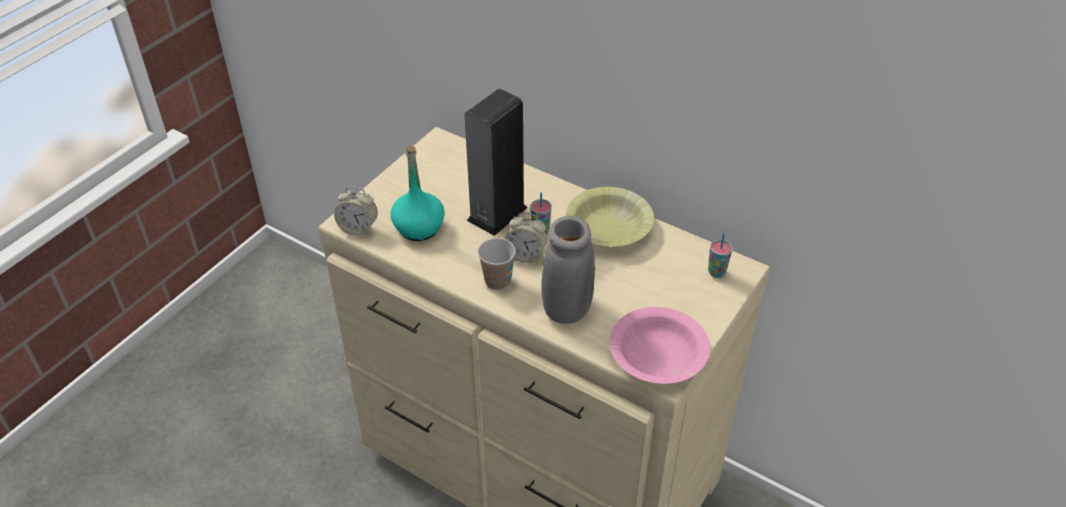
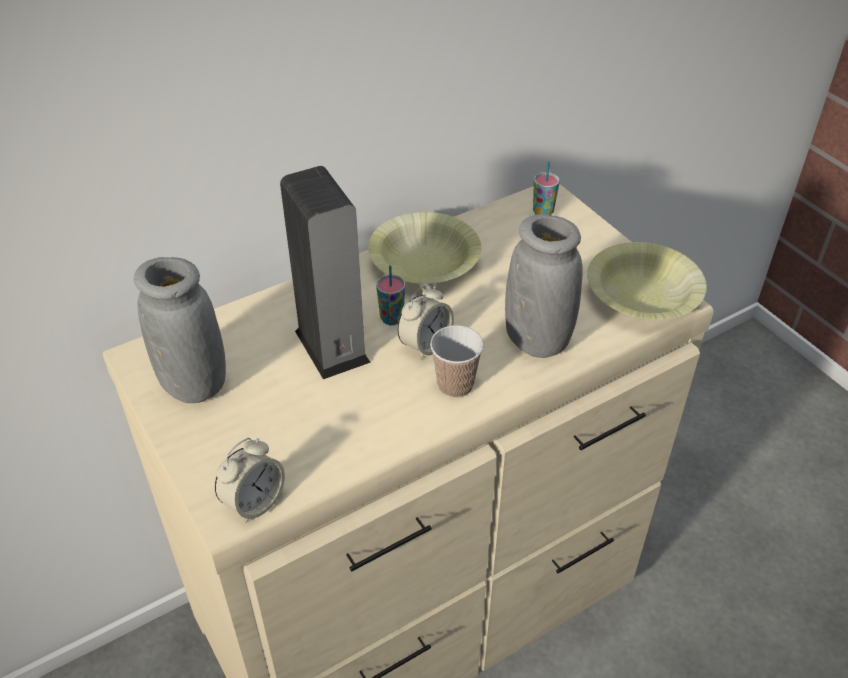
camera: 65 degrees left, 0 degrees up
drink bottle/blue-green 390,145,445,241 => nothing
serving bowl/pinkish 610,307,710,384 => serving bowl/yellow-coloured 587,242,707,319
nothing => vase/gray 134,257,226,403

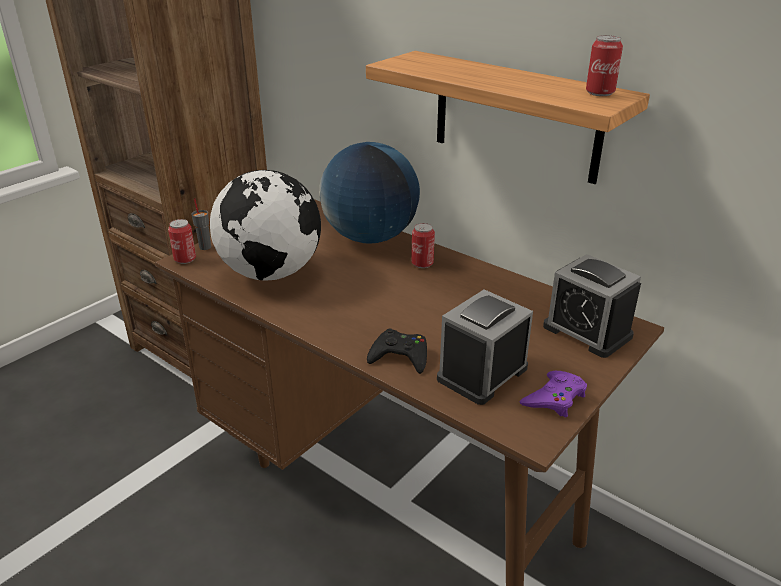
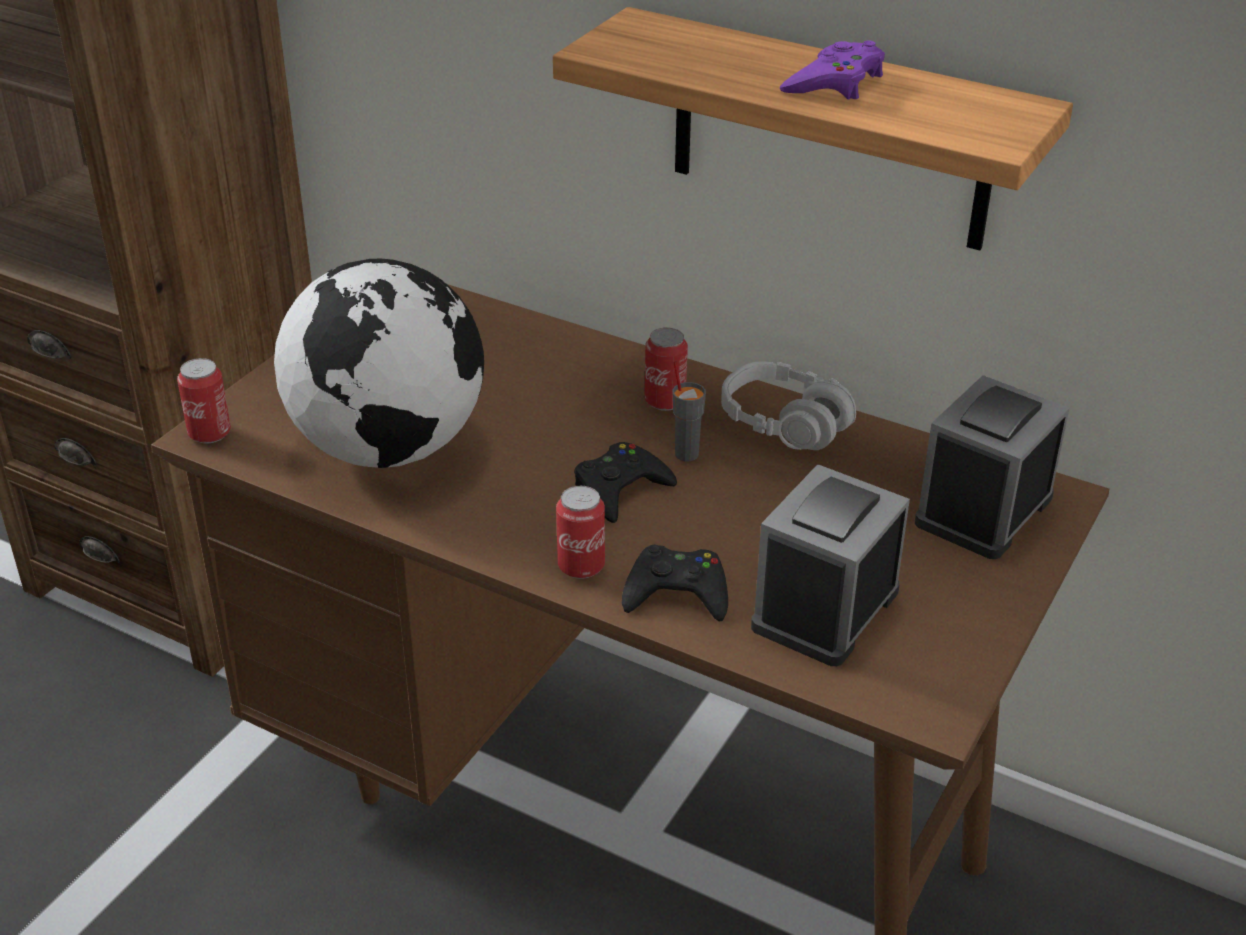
camera: 10 degrees left, 5 degrees up
cup/gray 192,198,211,250 => cup/gray 672,361,706,461, relocated
globe 319,142,420,244 => nothing
gamepad/purple 520,371,587,417 => gamepad/purple 780,41,885,100, relocated
table clock 543,254,641,358 => table clock 915,375,1070,559, 90 degrees clockwise
sealed can 586,35,623,96 => sealed can 556,486,605,579, relocated
nothing => gamepad/blackish 574,442,677,523
nothing => headphones/gray 721,361,856,450

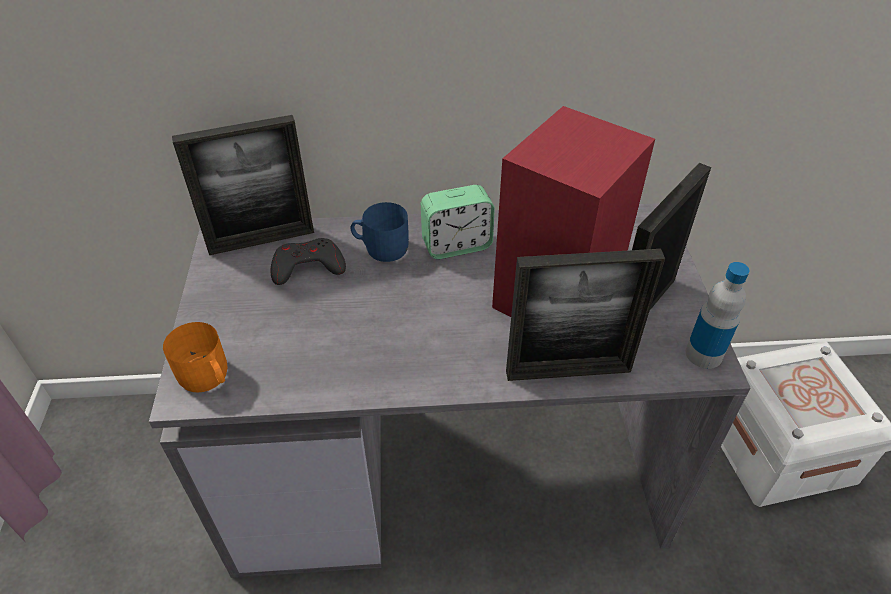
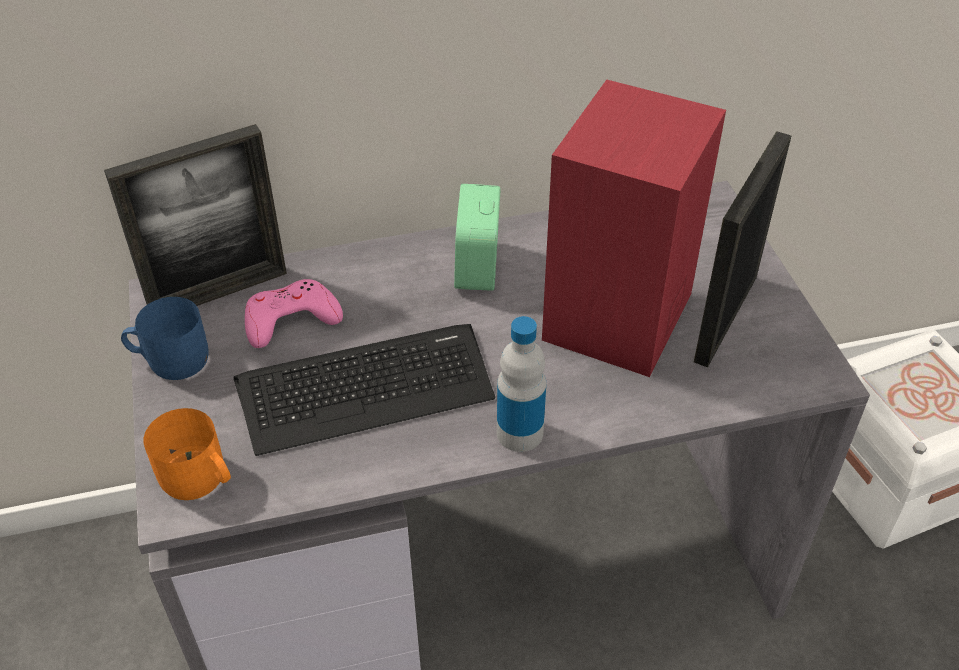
camera: 10 degrees left, 0 degrees up
gamepad/gray 270,238,346,285 => gamepad/pinkish 245,279,343,348
tea mug/blue 351,202,409,262 => tea mug/blue 121,297,208,380, relocated
table clock 421,185,495,259 => table clock 454,184,501,291, 120 degrees clockwise
standing frame 506,249,665,381 => nothing
drink bottle 686,262,750,369 => drink bottle 497,316,546,452, relocated
nothing => PC keyboard 234,324,495,456

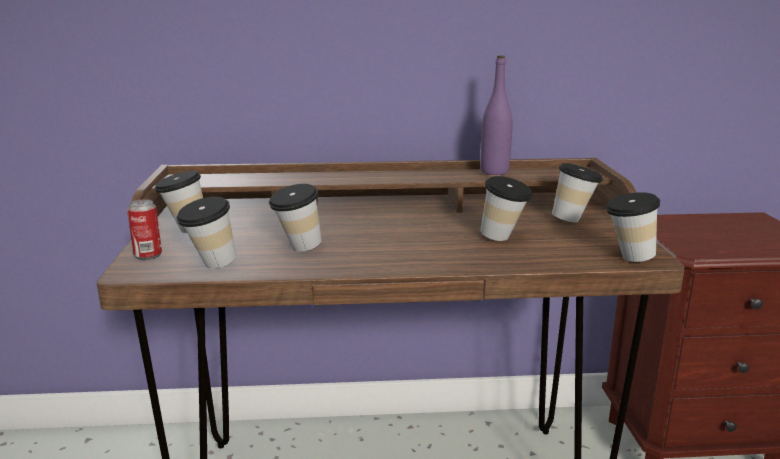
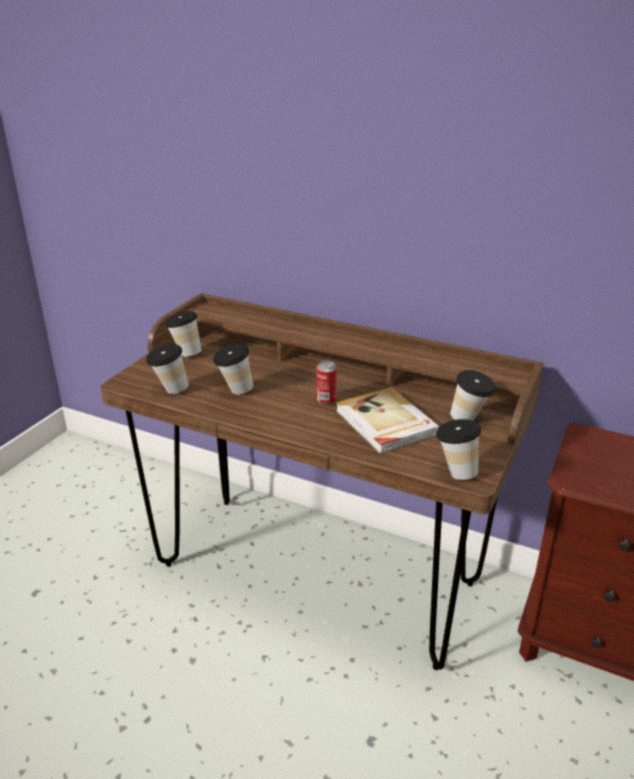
camera: 30 degrees right, 10 degrees up
sealed can 127,199,162,260 => sealed can 316,360,337,405, relocated
drink bottle/purple 480,56,513,175 => nothing
cup 481,176,533,241 => volume 336,387,440,454

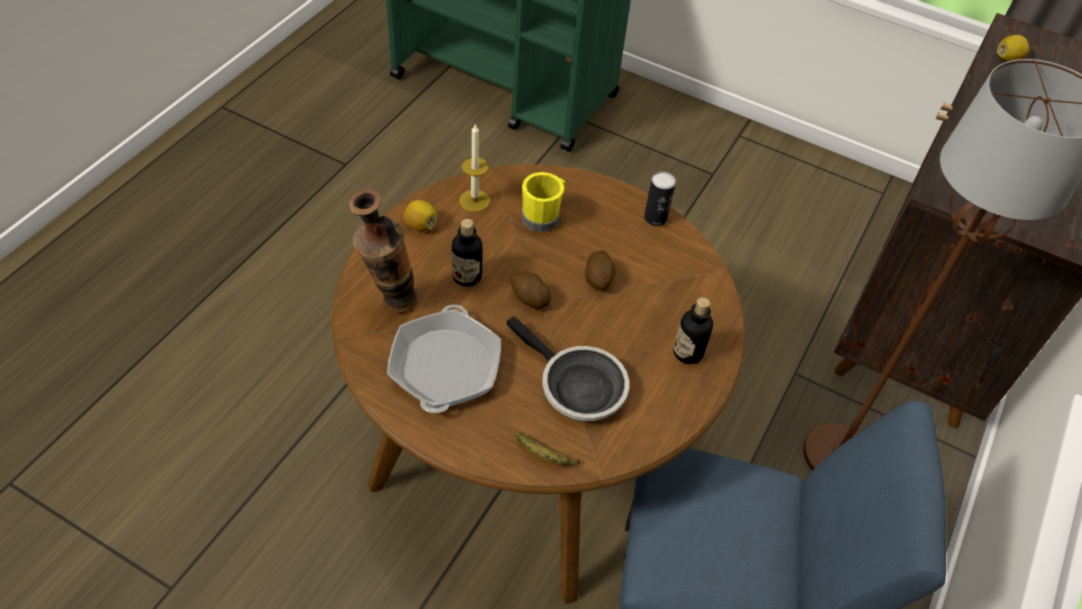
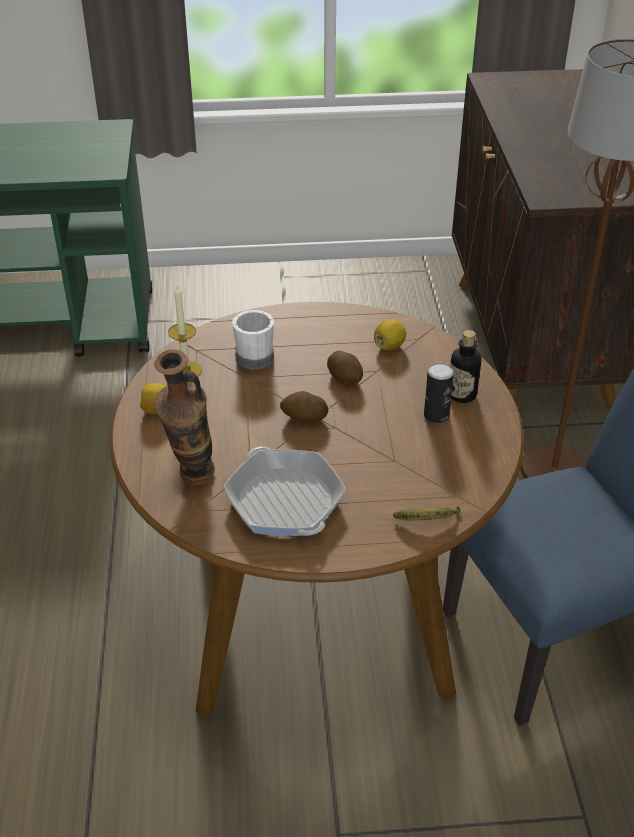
camera: 30 degrees left, 10 degrees down
drink bottle 452,219,483,286 => nothing
skillet 507,316,629,421 => nothing
tea mug/yellow-coloured 521,172,566,232 => tea mug/whitish 232,310,274,369
sealed can 644,171,676,226 => sealed can 424,363,454,423, relocated
lemon 997,35,1029,62 => lemon 374,319,406,350, relocated

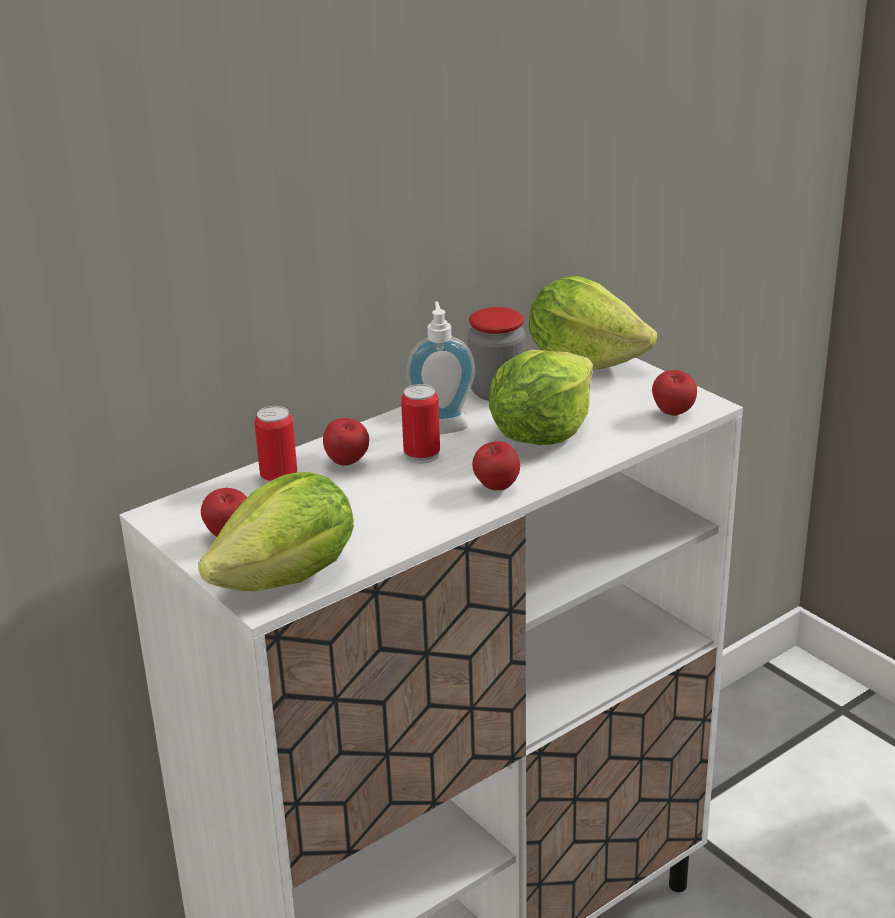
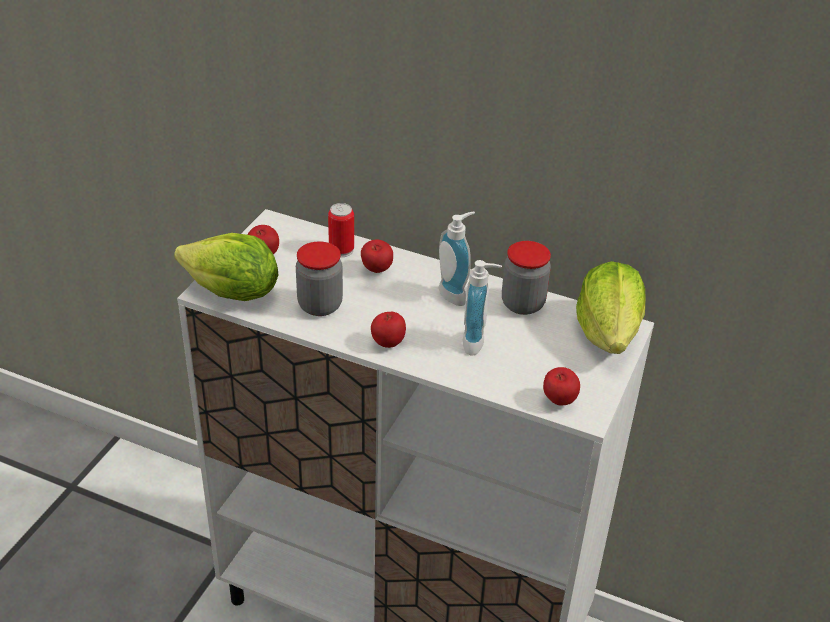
camera: 60 degrees right, 10 degrees up
sealed can 401,384,440,463 => nothing
lettuce 489,350,593,445 => soap dispenser 463,260,502,356
nothing => storage jar 296,241,343,316

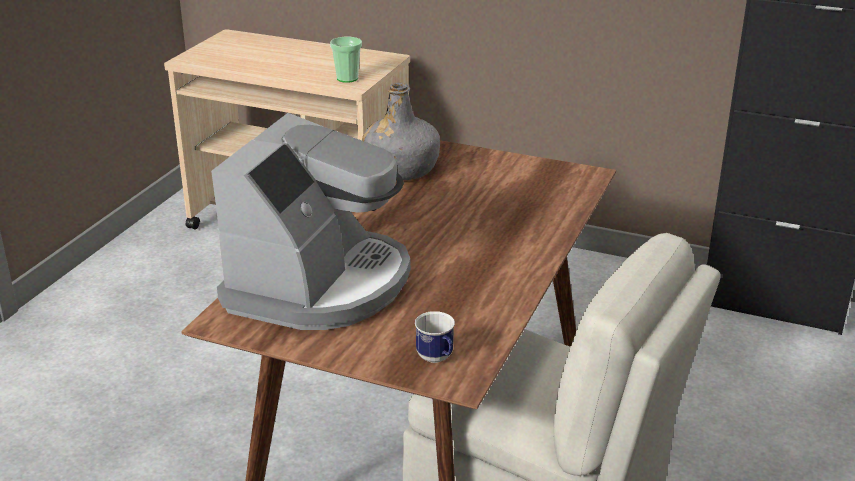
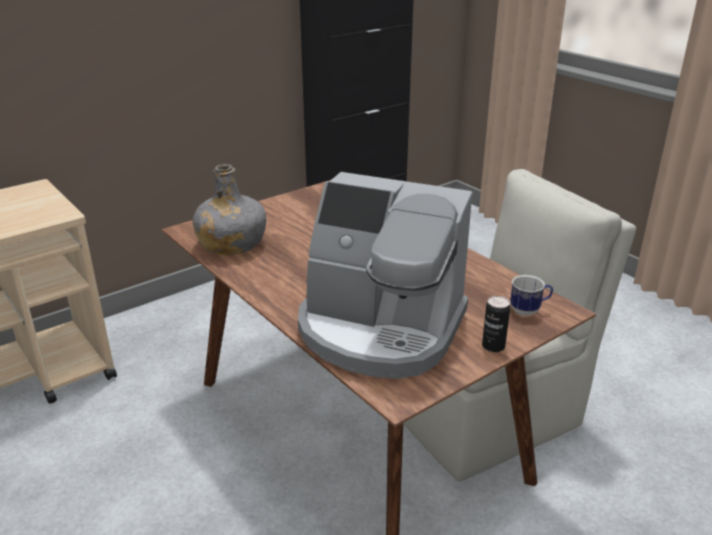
camera: 60 degrees left, 0 degrees up
coffee maker 211,113,410,330 => coffee maker 298,172,472,379, 150 degrees clockwise
cup 330,37,362,83 => nothing
nothing => sealed can 482,296,510,352

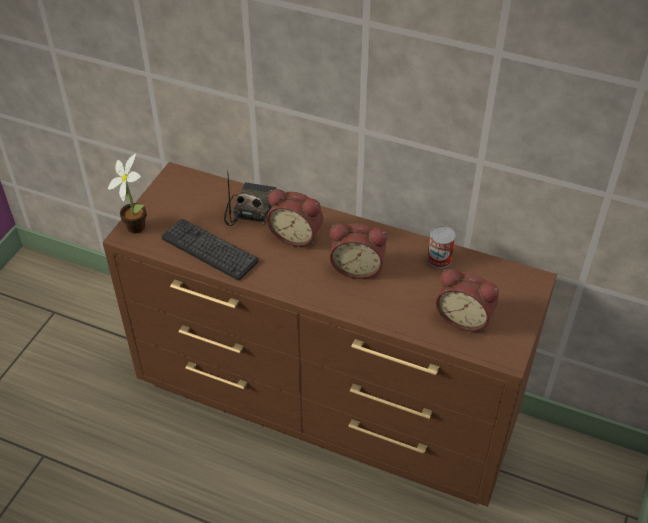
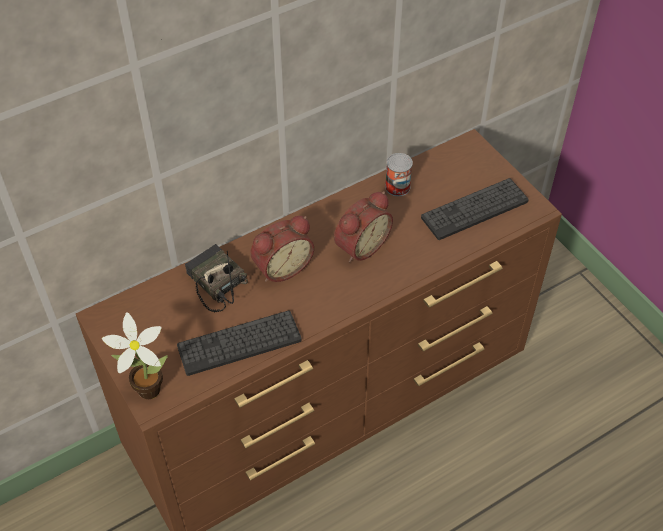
camera: 55 degrees left, 5 degrees up
table clock 436,269,499,331 => PC keyboard 421,178,529,240

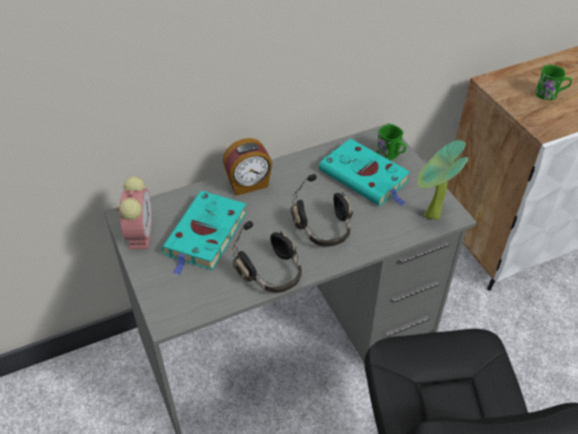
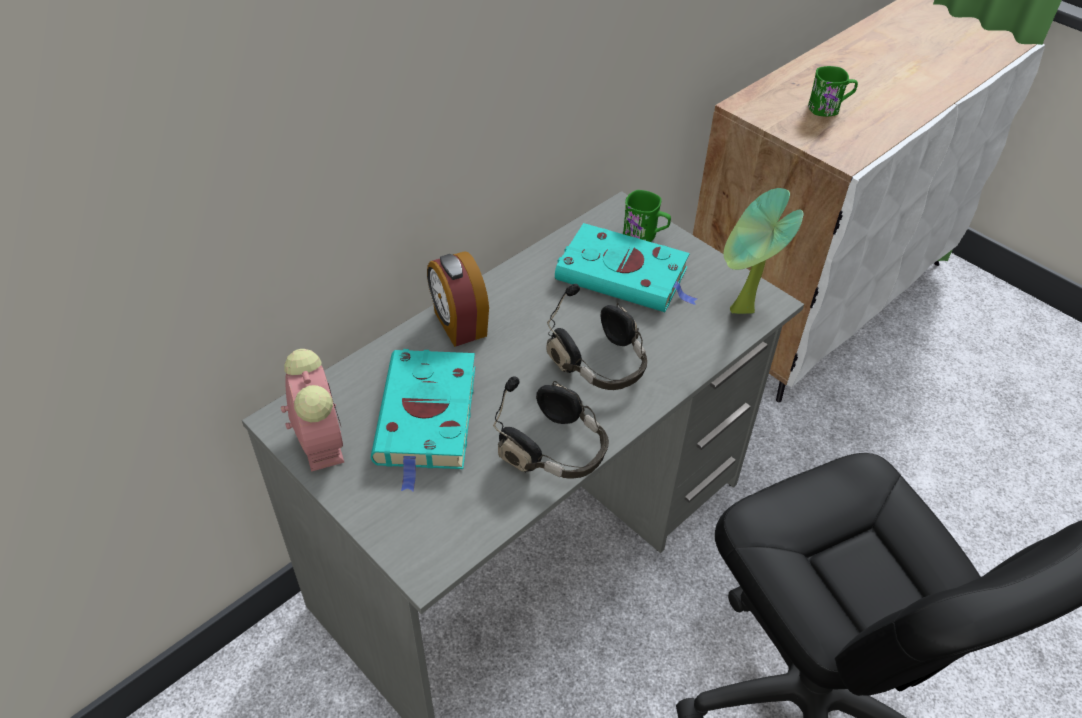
camera: 20 degrees left, 0 degrees up
table clock 223,138,272,196 => table clock 427,251,489,347, 105 degrees clockwise

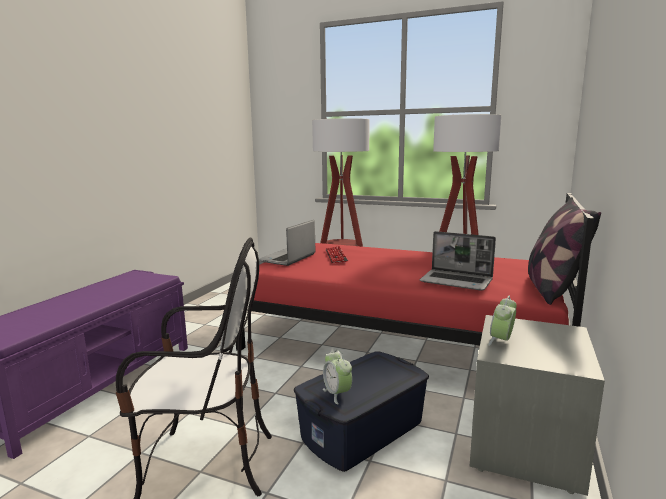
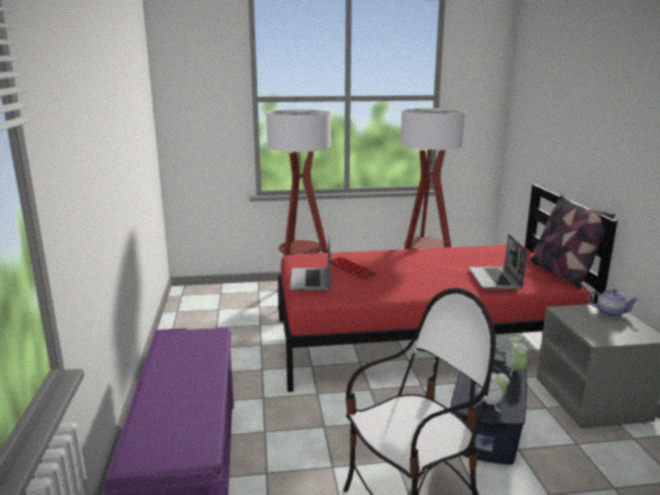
camera: 30 degrees left, 5 degrees up
portable computer 419,231,496,290 => portable computer 469,234,527,289, 90 degrees clockwise
table clock 488,296,517,346 => table clock 505,336,528,377, relocated
nothing => teapot 588,289,639,317

